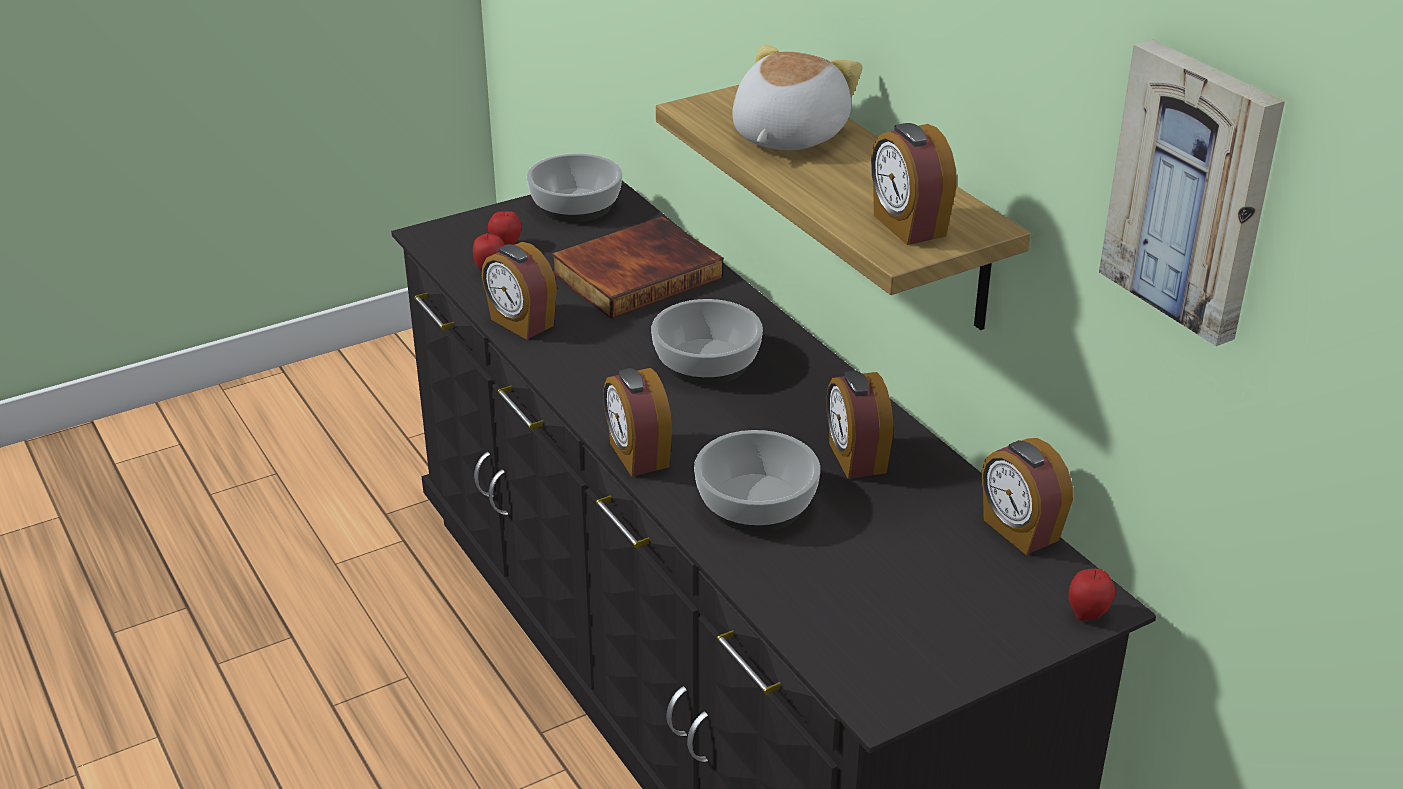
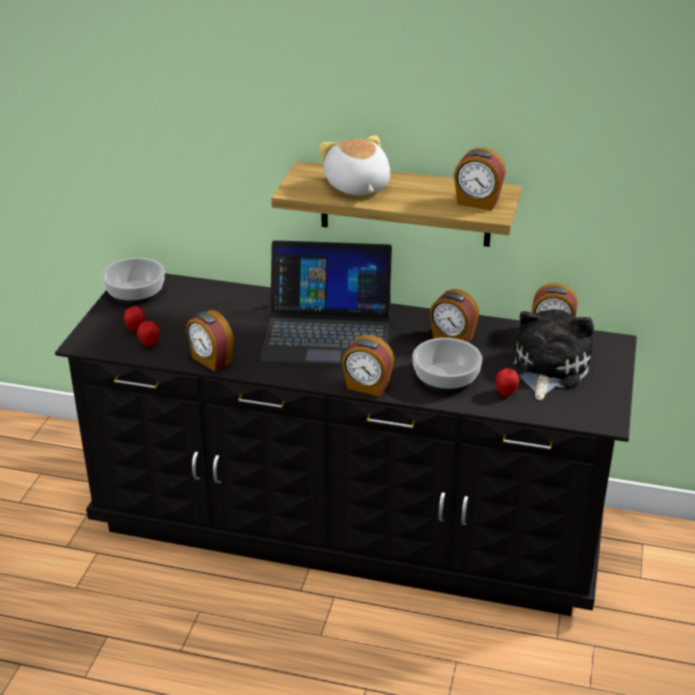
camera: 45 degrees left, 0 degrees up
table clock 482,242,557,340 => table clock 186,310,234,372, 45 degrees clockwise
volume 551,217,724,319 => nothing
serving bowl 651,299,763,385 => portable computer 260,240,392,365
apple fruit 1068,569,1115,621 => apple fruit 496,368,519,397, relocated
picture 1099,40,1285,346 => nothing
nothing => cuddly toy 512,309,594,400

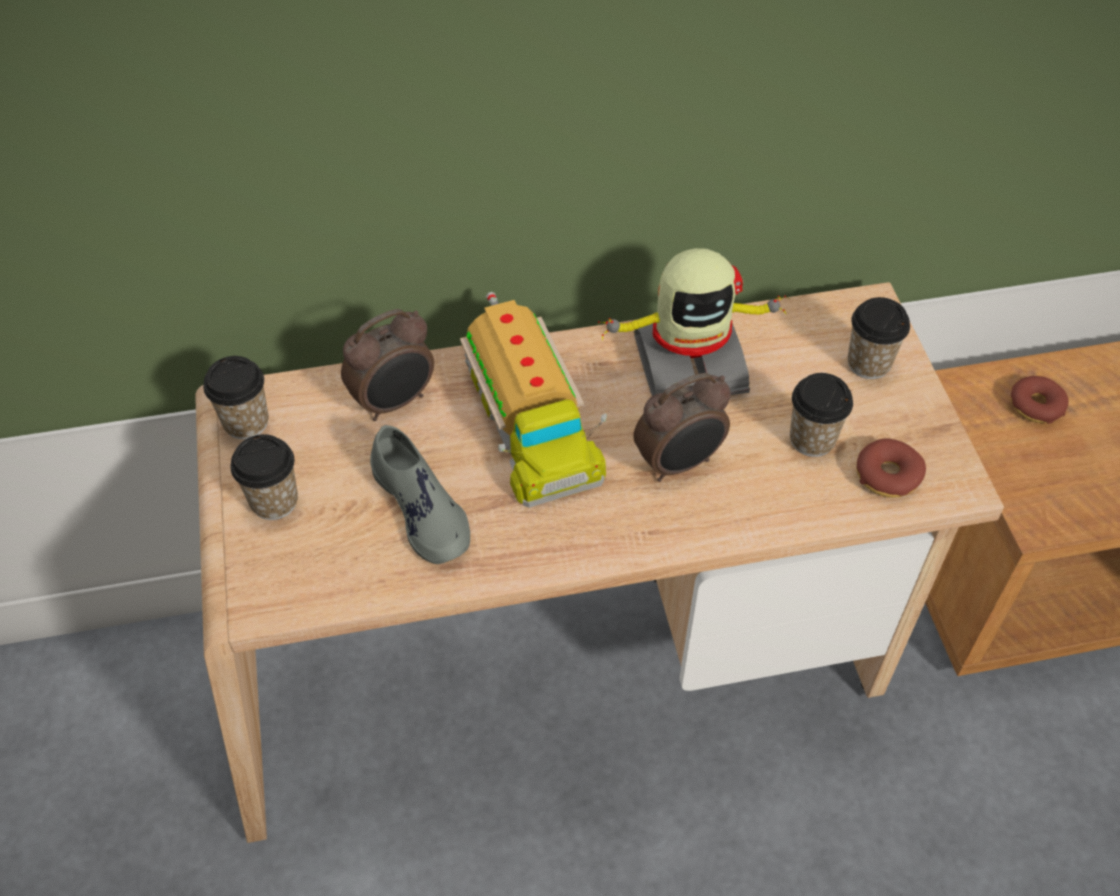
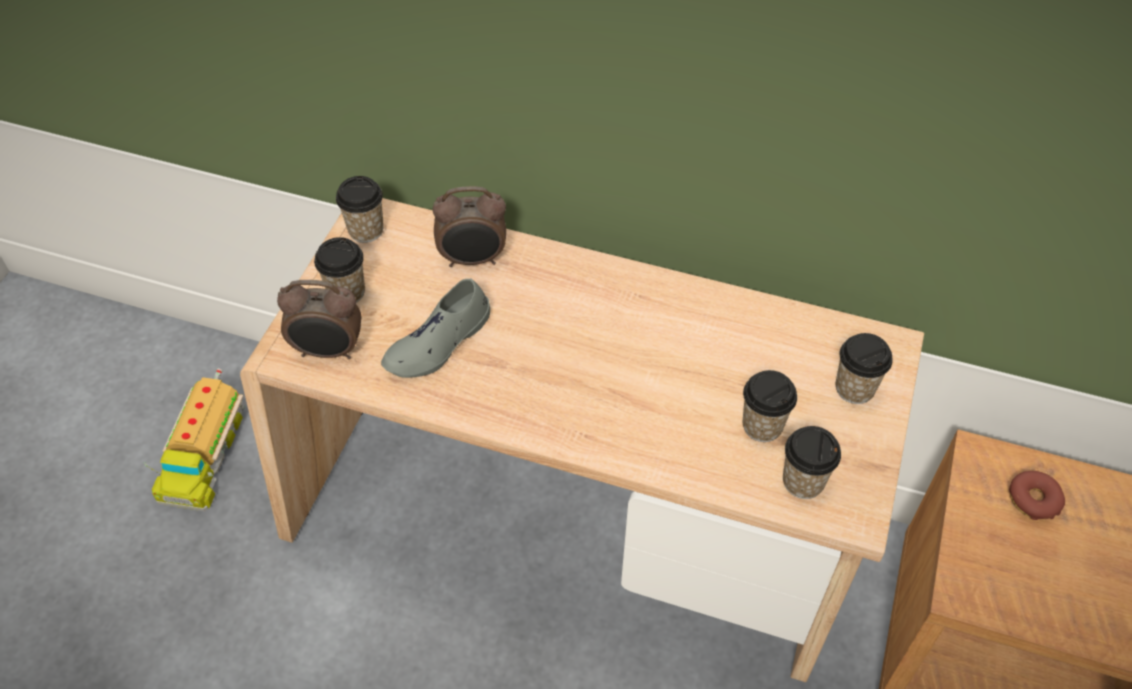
camera: 30 degrees right, 0 degrees up
low shoe/gray 370,425,470,564 => low shoe/gray 381,278,490,378, 45 degrees clockwise
toy truck 460,292,607,508 => toy truck 144,368,245,511, relocated
model robot 597,248,788,396 => nothing
table clock 633,373,731,482 => table clock 277,280,361,359, relocated
doughnut 857,438,926,498 => cup 783,426,841,499

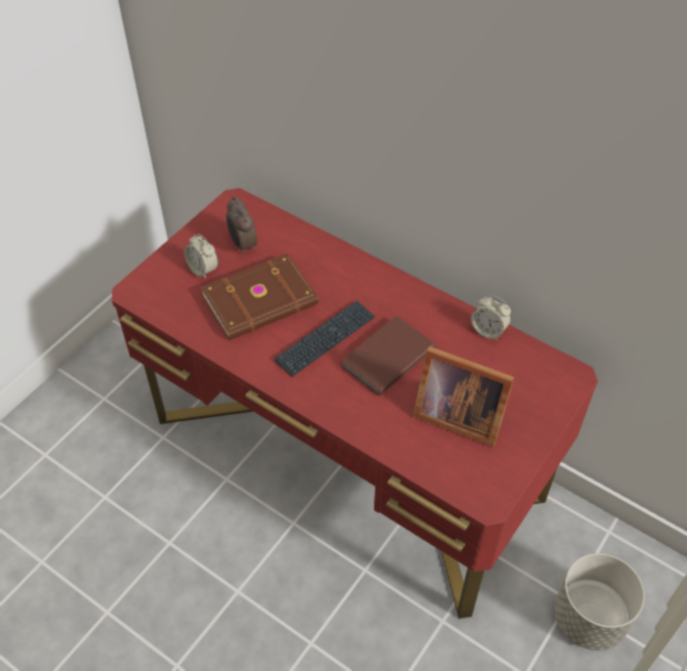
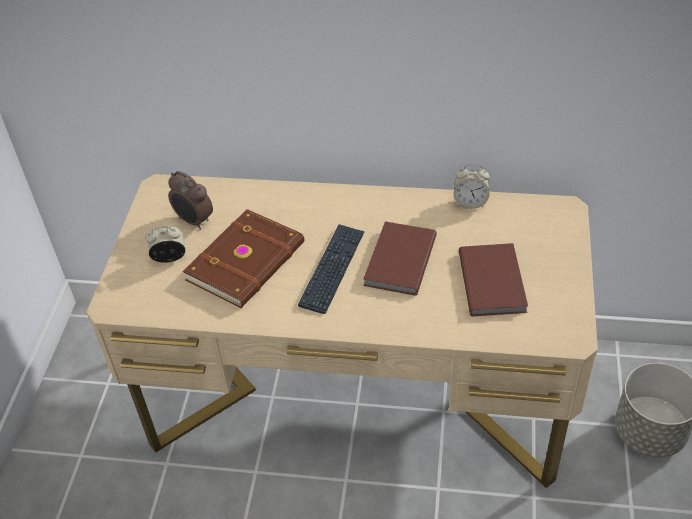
camera: 25 degrees left, 5 degrees down
desk table/reddish 112,188,598,619 => desk table/beige 86,174,598,488
table clock 184,234,218,279 => table clock 145,226,185,263, 150 degrees clockwise
standing frame 413,346,515,447 => volume/brownish 459,243,528,316

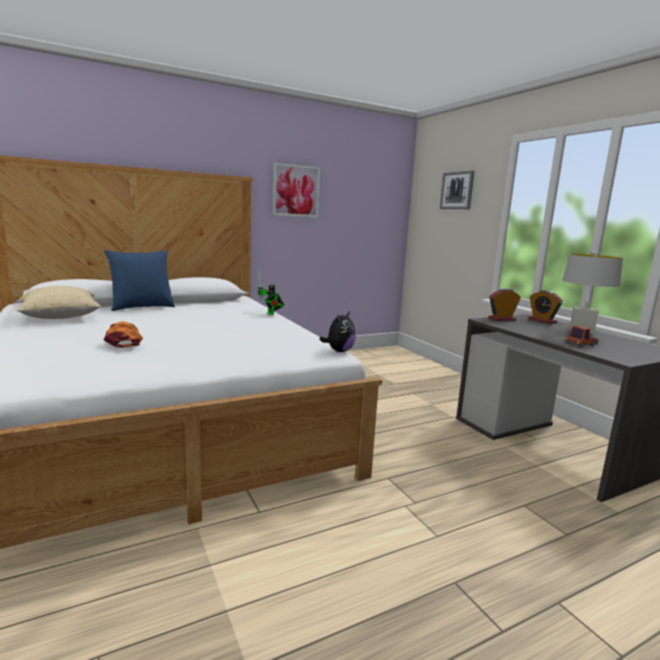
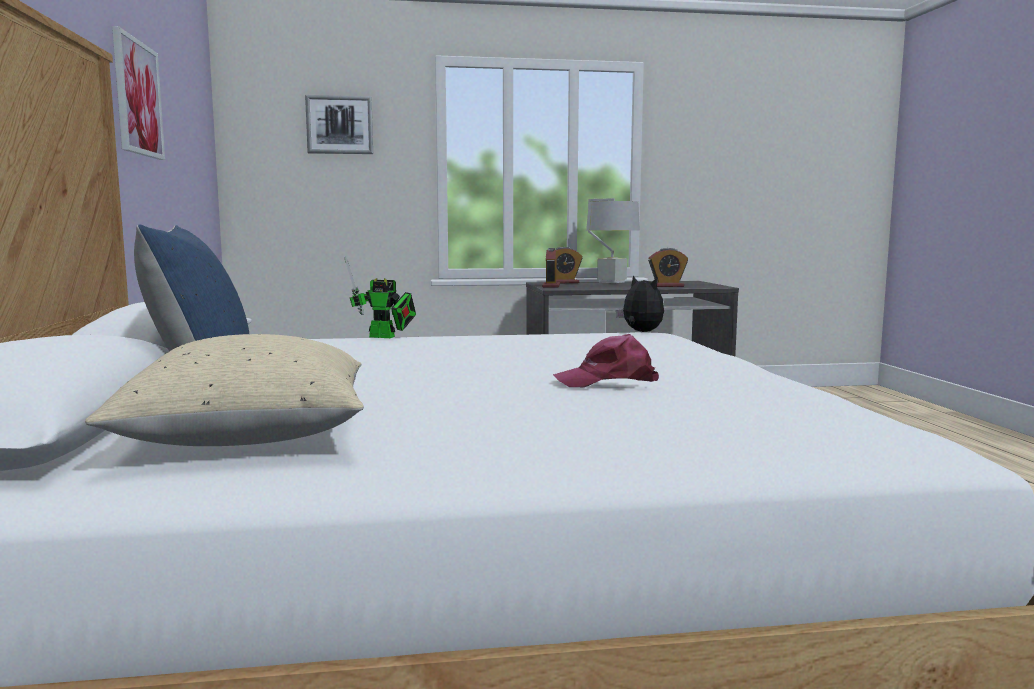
camera: 70 degrees left, 5 degrees down
peaked cap/orange-coloured 103,321,143,348 => peaked cap/pinkish 553,334,659,388
toy truck 565,326,599,347 => table clock 648,248,688,287

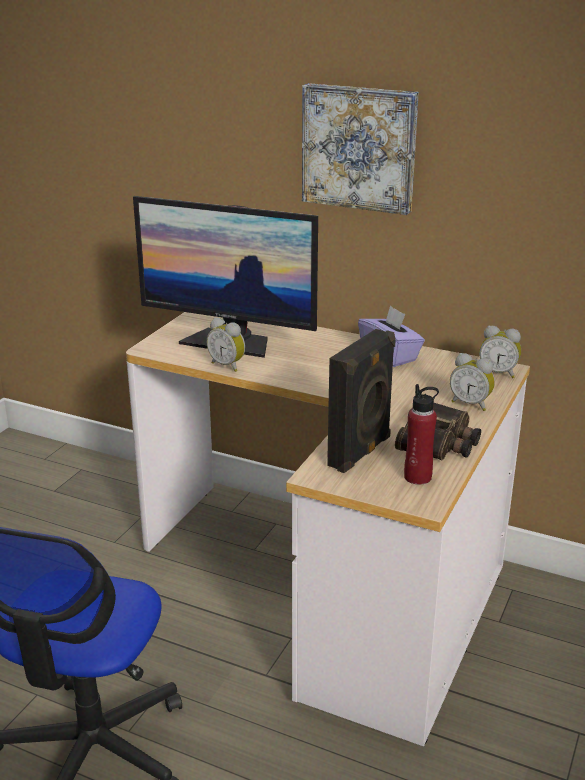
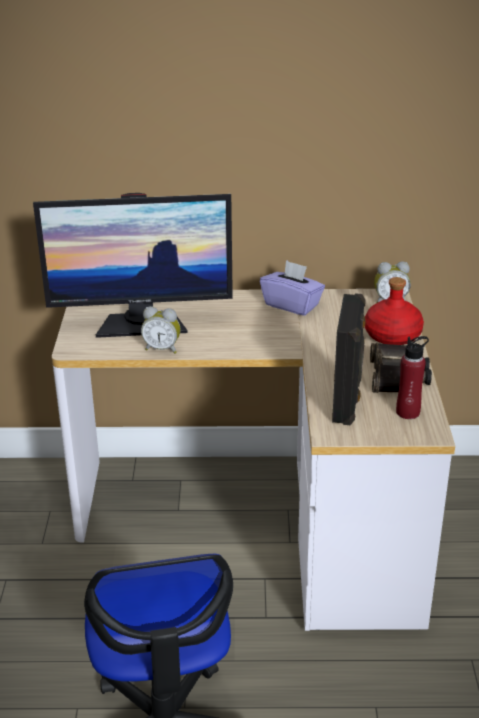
camera: 25 degrees left, 5 degrees up
picture 302,83,419,215 => nothing
table clock 450,353,495,411 => drink bottle/reddish 365,277,424,345

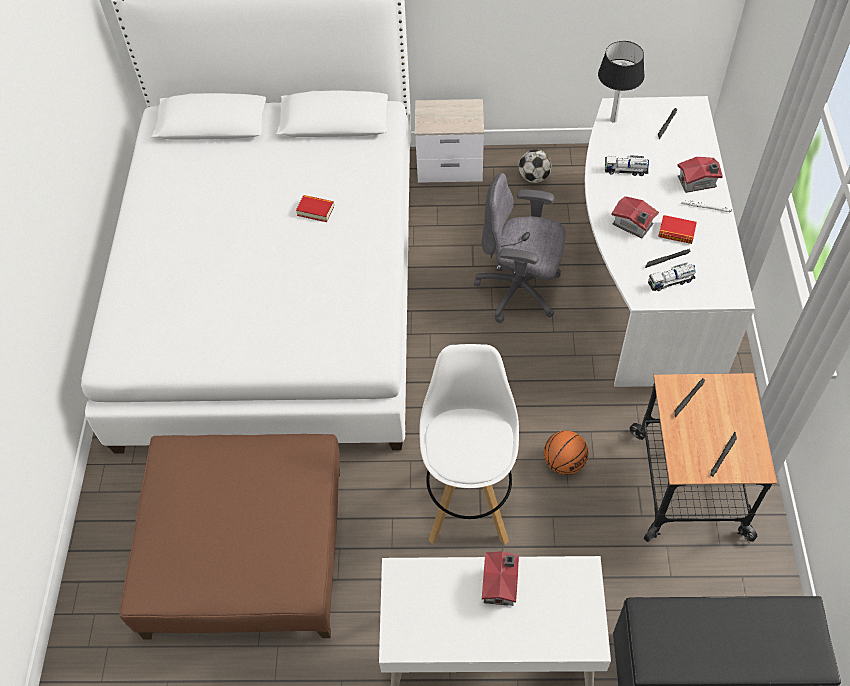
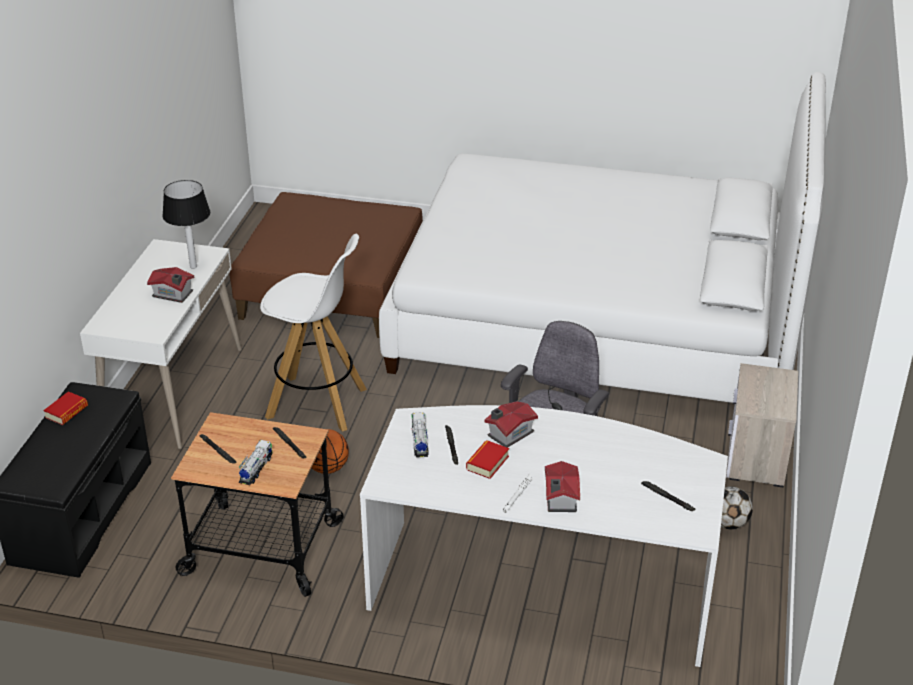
camera: 100 degrees right, 20 degrees down
volume 296,195,334,222 => volume 43,391,88,425, relocated
lamp for a table 598,41,644,123 => lamp for a table 162,180,210,269, relocated
toy truck 605,155,649,176 => toy truck 239,440,273,485, relocated

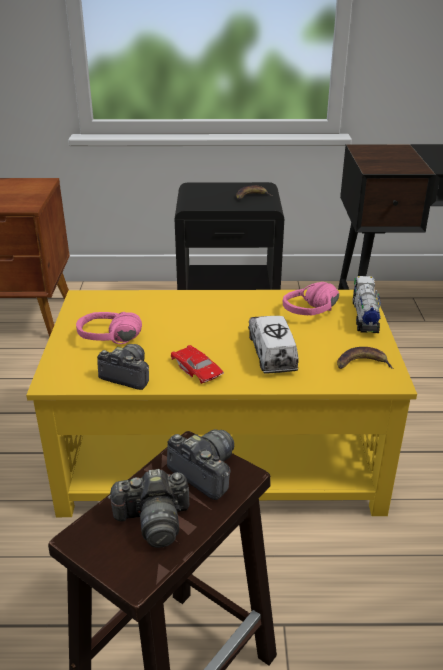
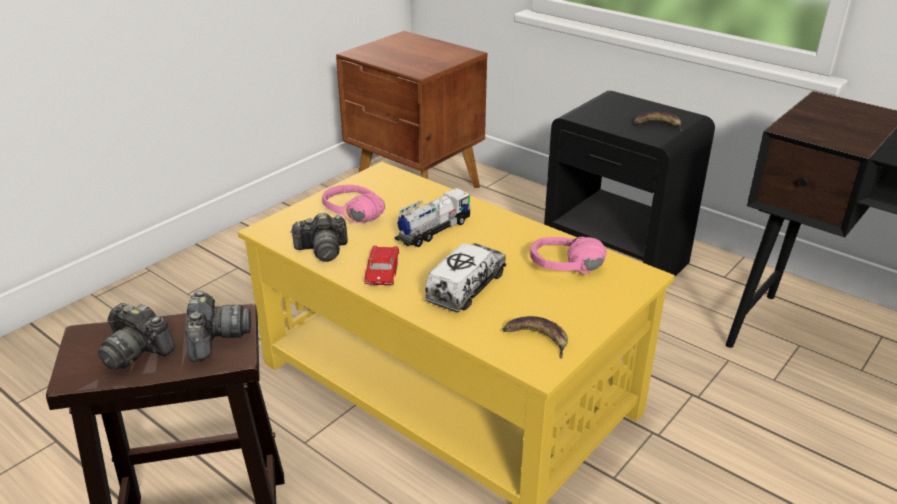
camera: 40 degrees right, 0 degrees up
photo camera 97,344,149,390 => photo camera 290,212,348,262, 105 degrees clockwise
toy truck 352,276,381,333 => toy truck 395,188,470,247, relocated

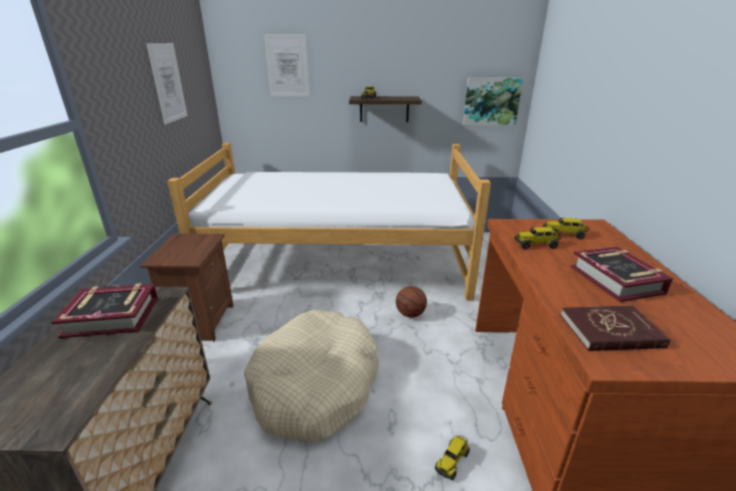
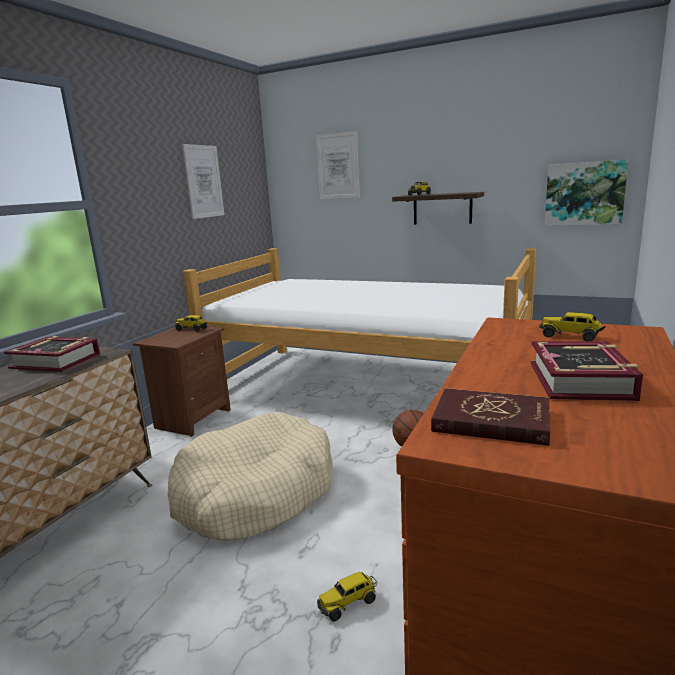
camera: 25 degrees right, 10 degrees down
toy truck 514,227,562,249 => toy truck 175,315,207,332, relocated

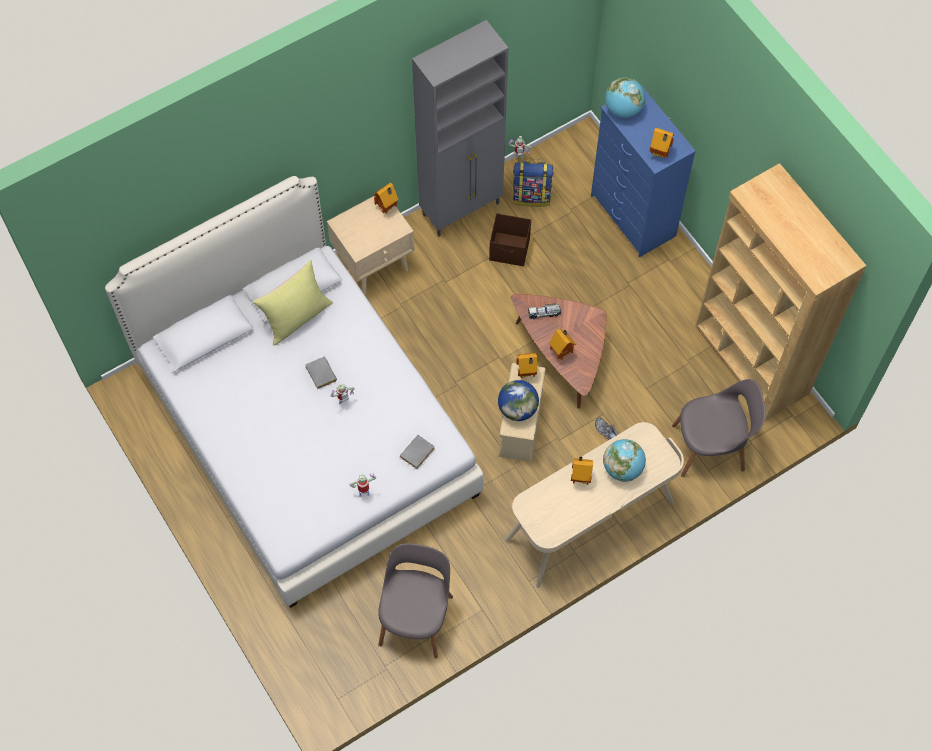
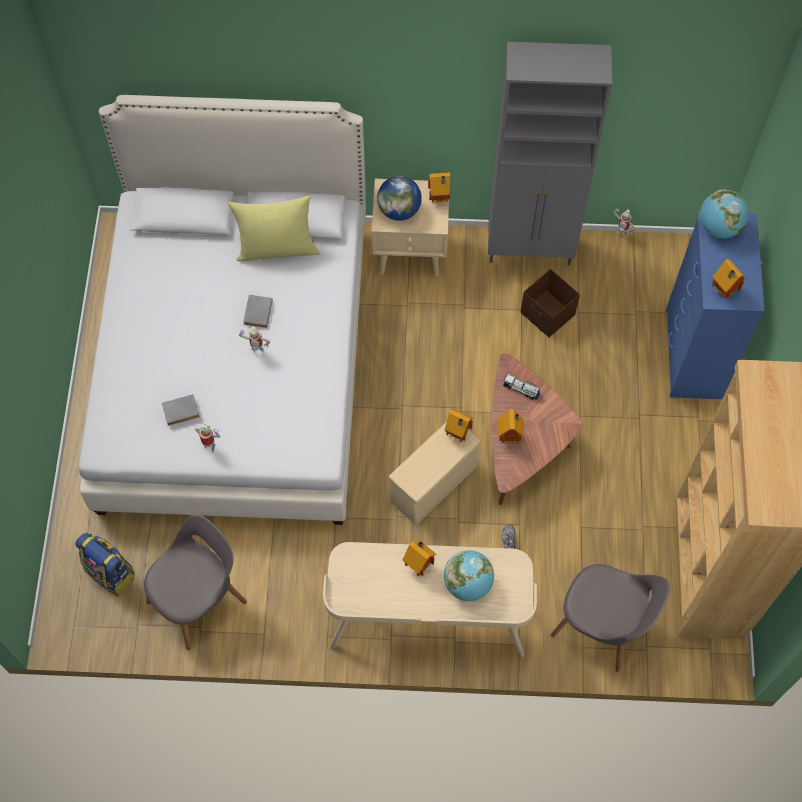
camera: 35 degrees right, 0 degrees up
volume/gray 400,435,435,469 => volume/gray 162,394,200,426, relocated
globe 498,380,539,421 => globe 377,176,422,221, relocated
rucksack 513,159,554,207 => rucksack 75,533,135,597, relocated

